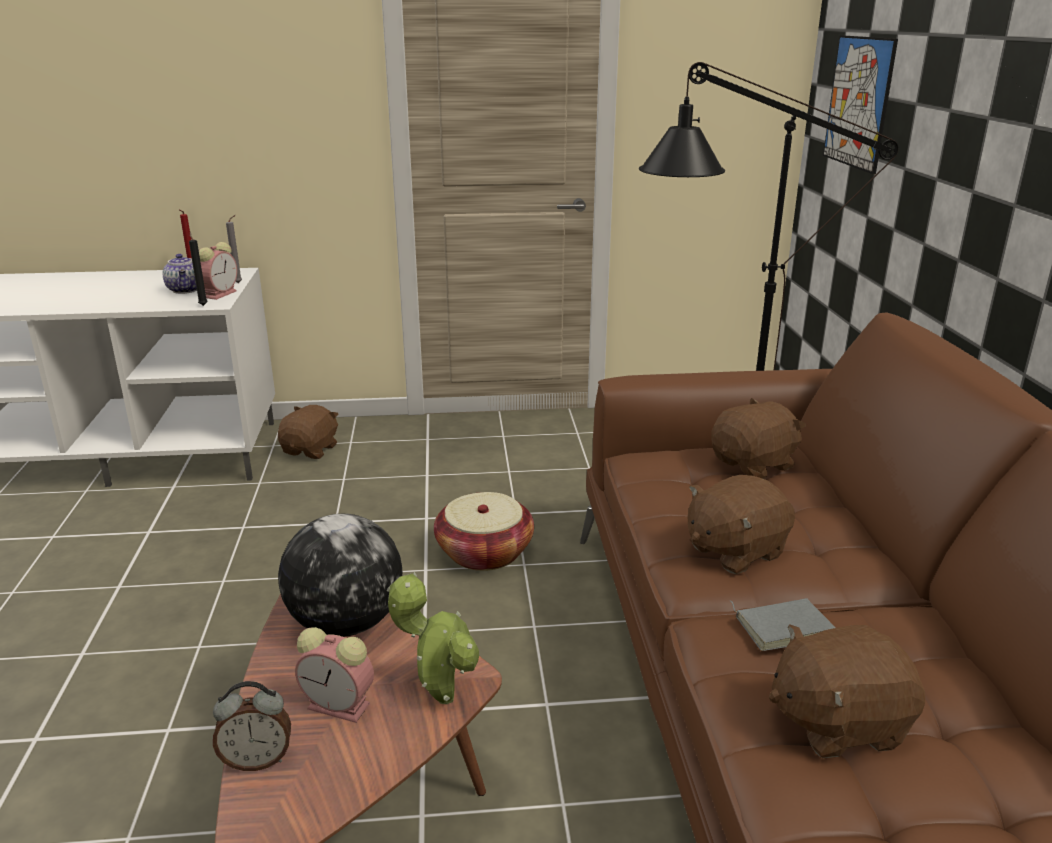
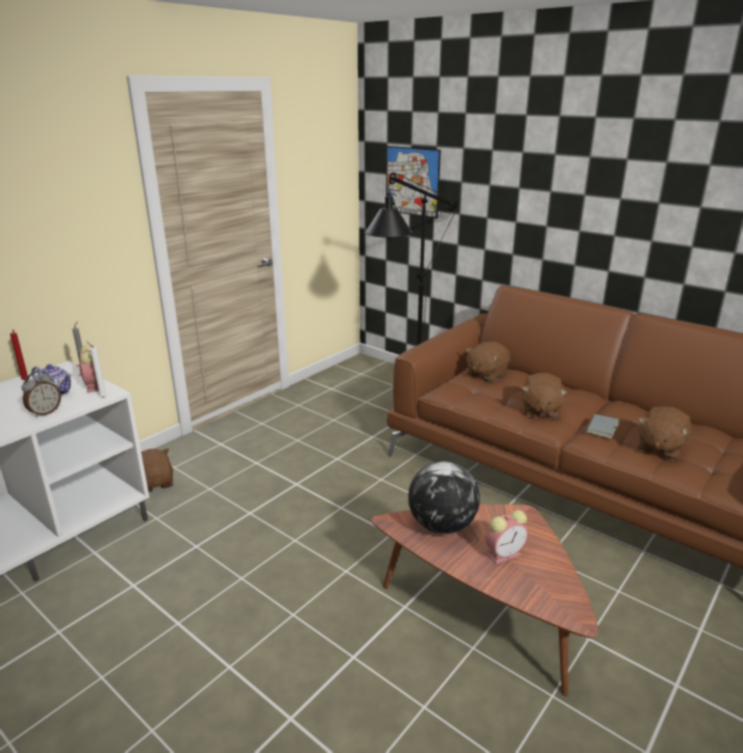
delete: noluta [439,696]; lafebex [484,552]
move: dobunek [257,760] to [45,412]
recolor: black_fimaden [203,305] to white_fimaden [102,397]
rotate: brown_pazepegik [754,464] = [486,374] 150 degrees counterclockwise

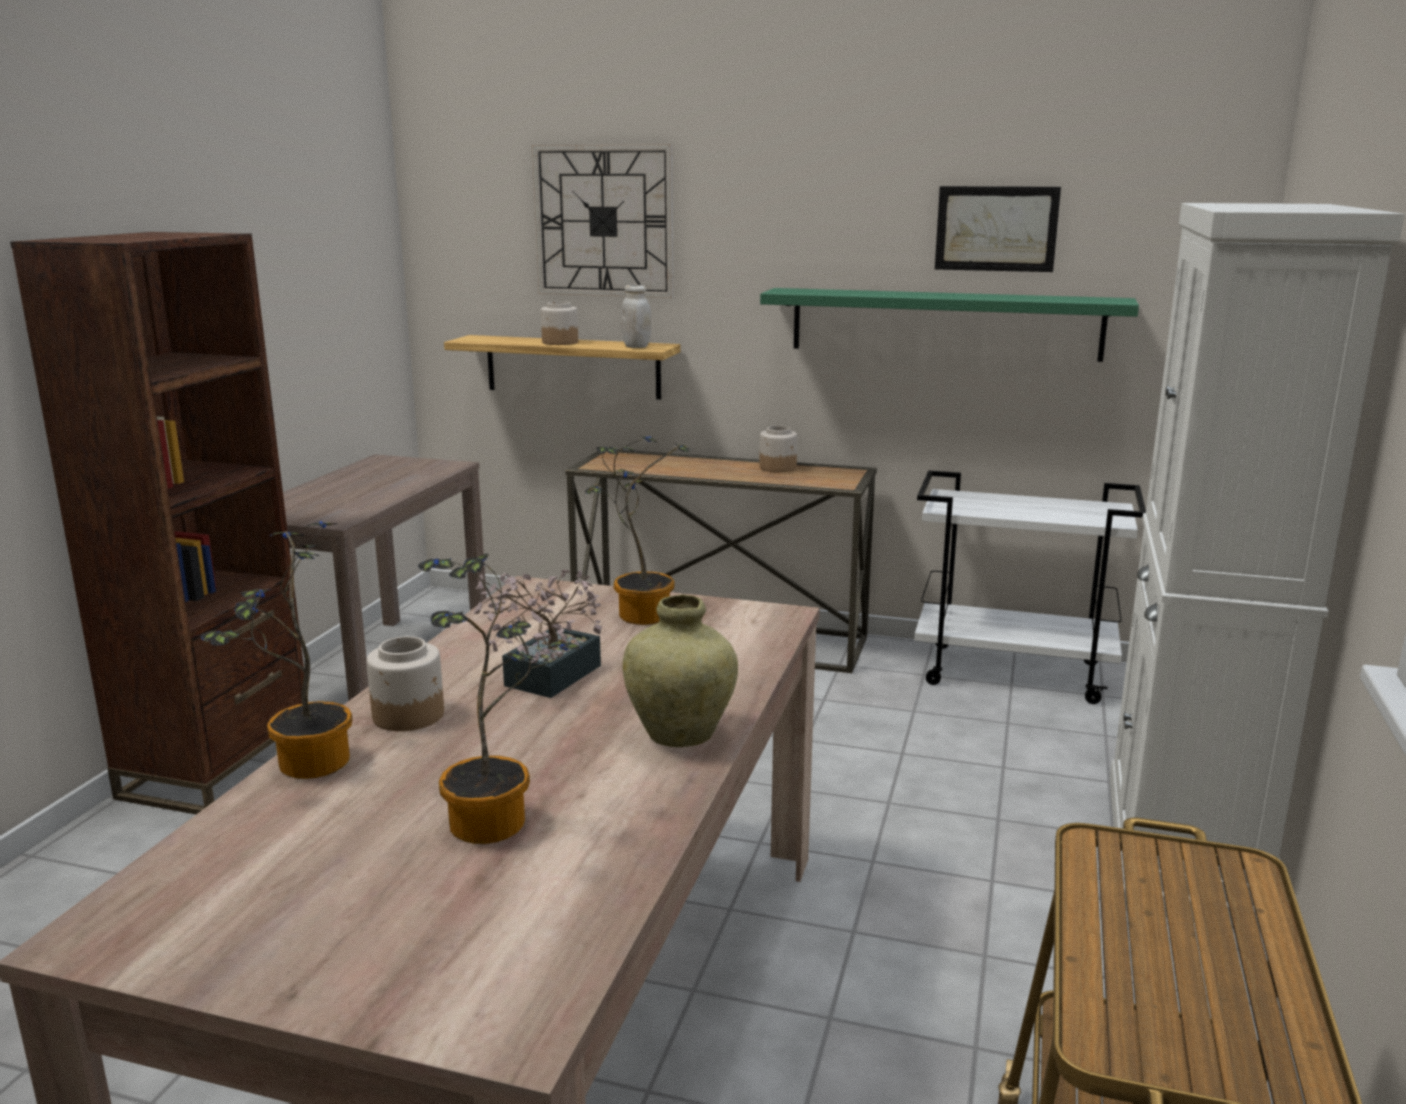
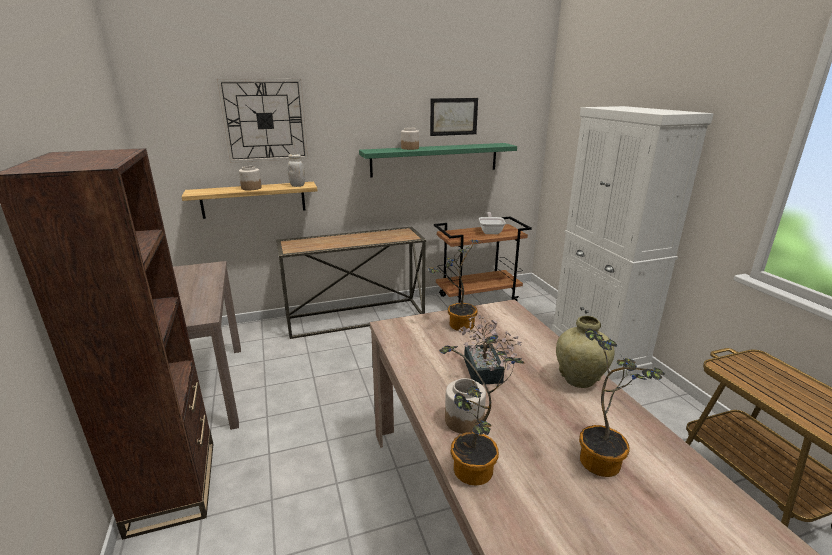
insert: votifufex [491,231]
move: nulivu [778,467] to [410,148]
recolor: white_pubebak [1015,673] to brown_pubebak [478,299]

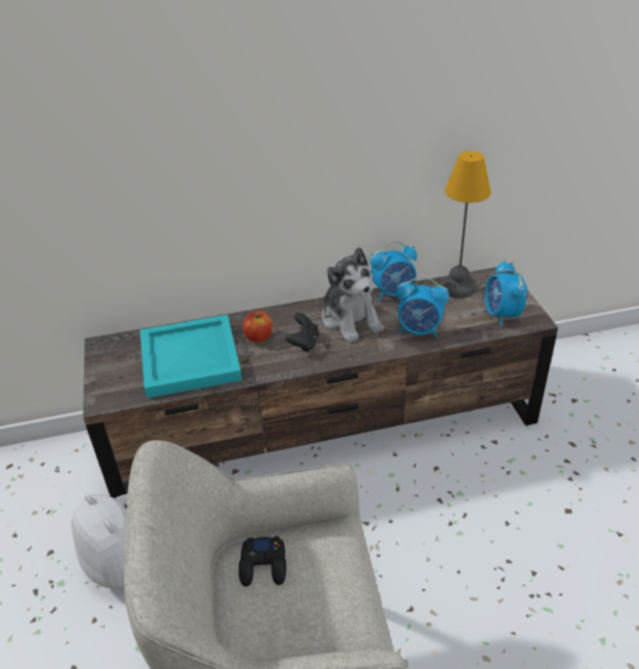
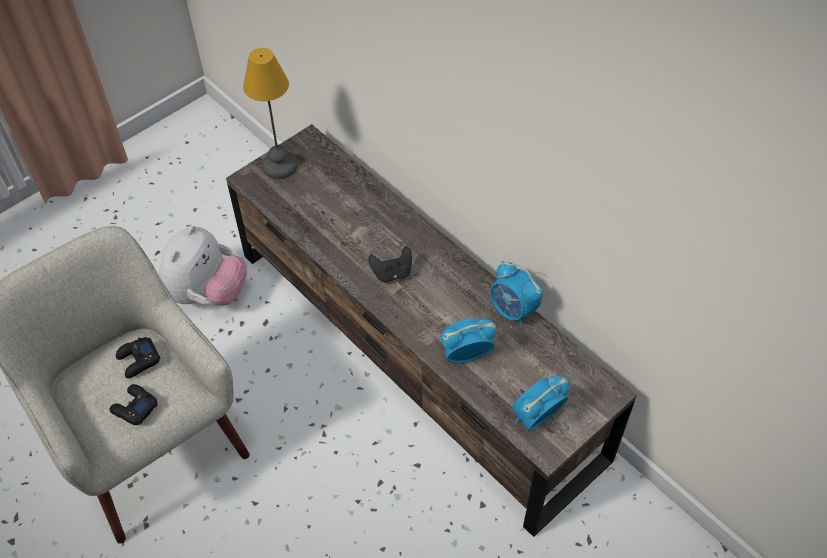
delete: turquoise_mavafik [191,358]; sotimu [258,337]; pazepegik [350,320]
insert: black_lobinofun [134,407]
move: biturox [459,288] to [280,166]
rotate: dobunek [419,330] = [465,355] 90 degrees clockwise

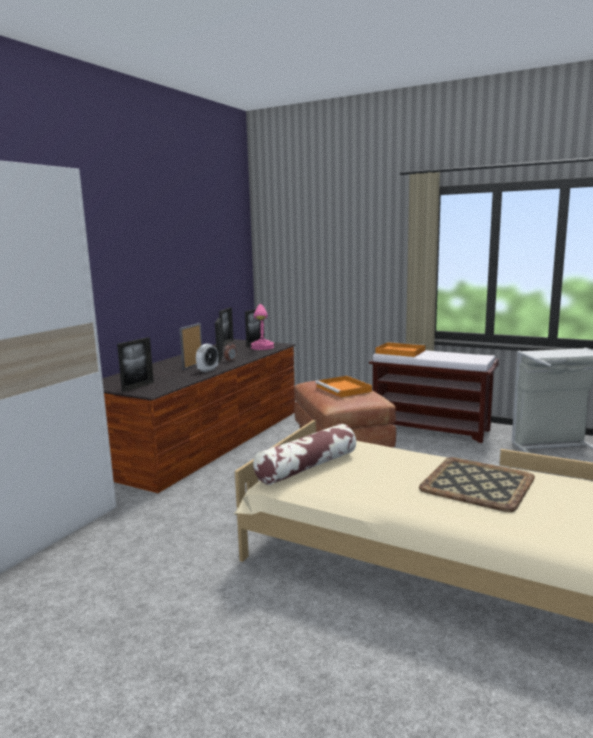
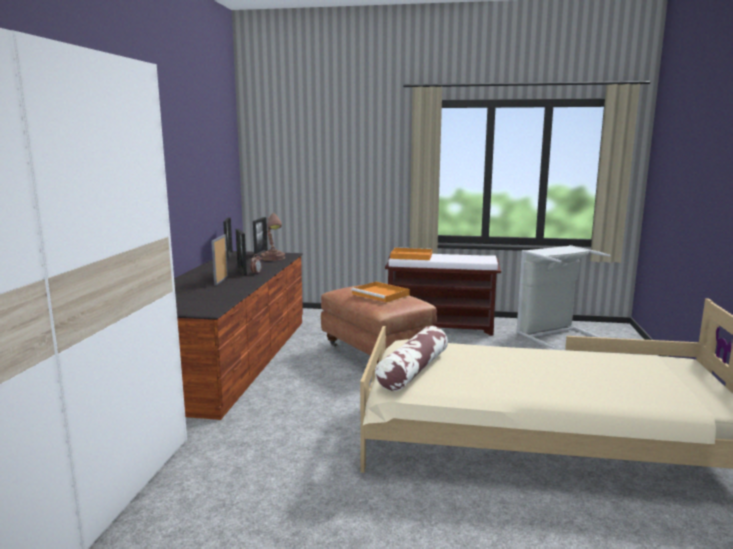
delete: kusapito [138,386]; dobunek [208,370]; mavafik [476,484]
recolor: pink_biturox [262,348] to brown_biturox [273,258]

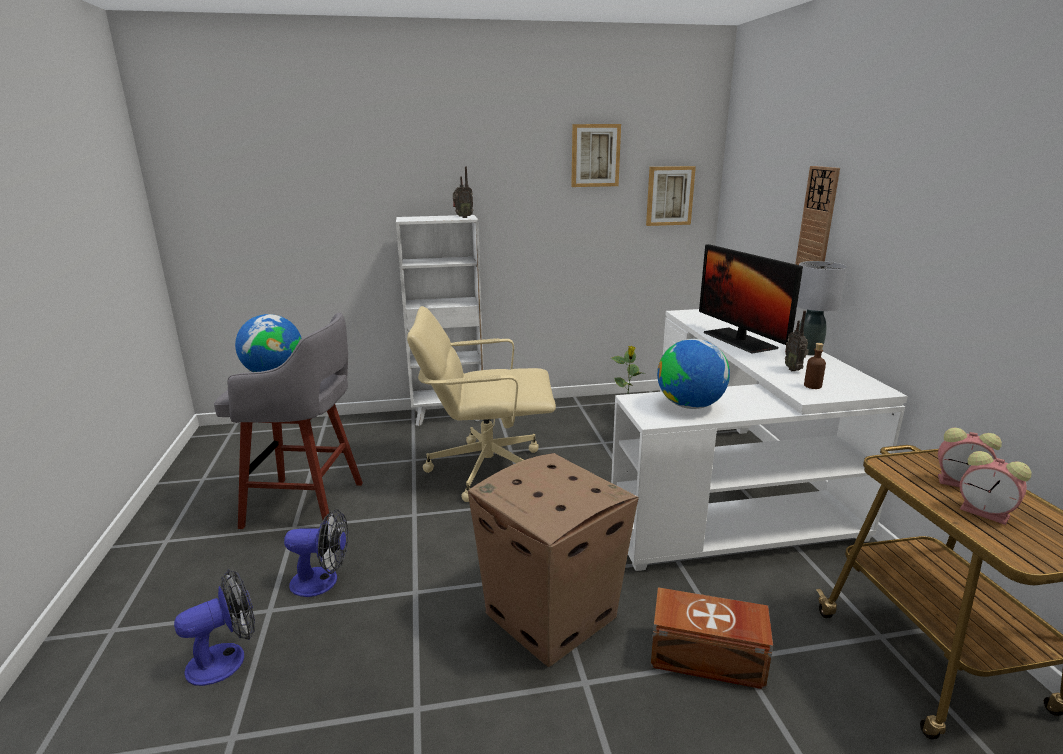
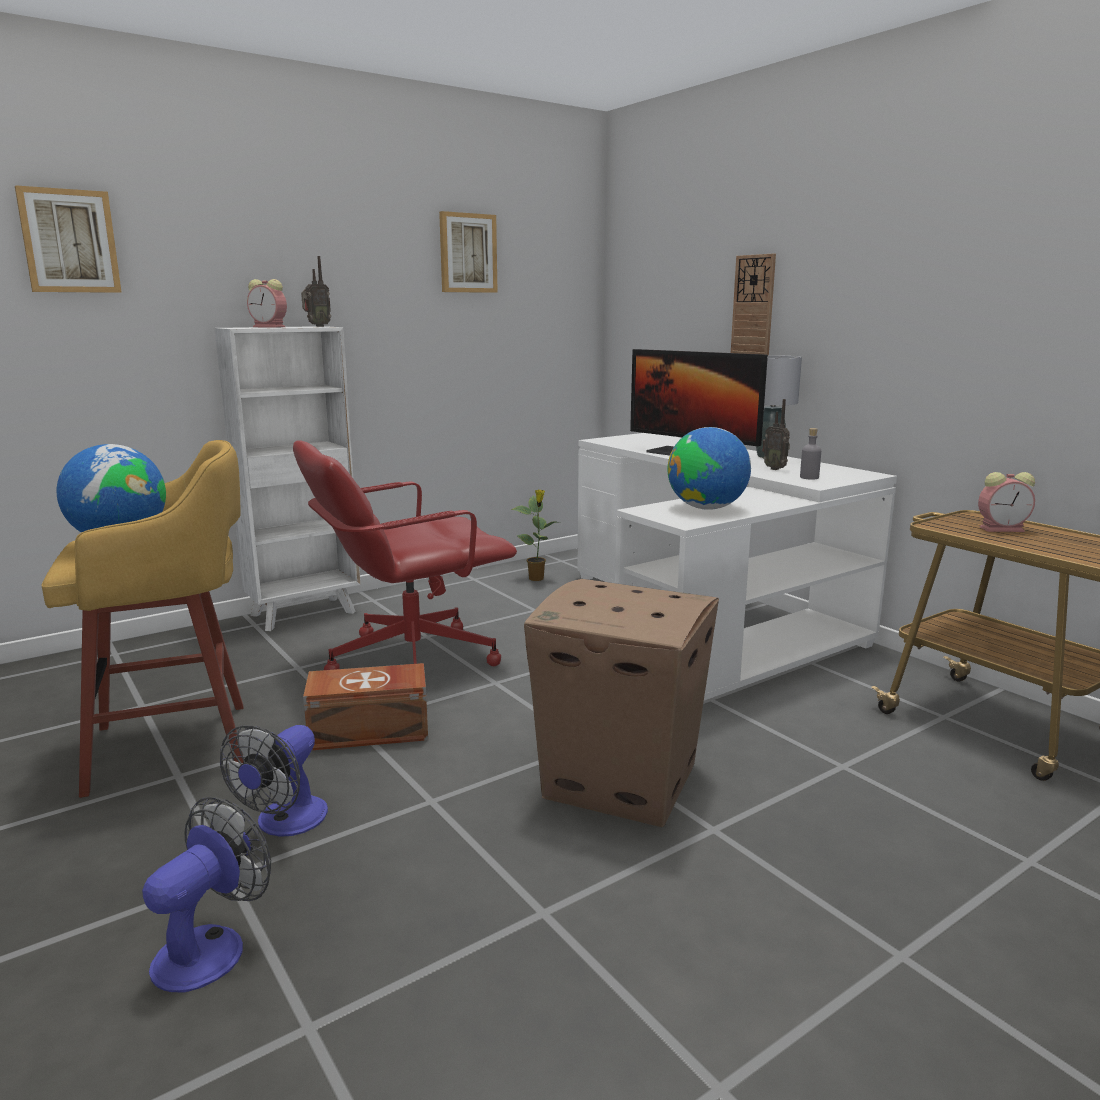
move: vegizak [669,196] to [69,241]; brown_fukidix [708,658] to [371,732]; dobunek [986,513] to [270,327]
recolor: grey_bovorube [308,505] to yellow_bovorube [177,746]; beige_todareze [486,469] to red_todareze [410,659]; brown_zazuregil [812,386] to grey_zazuregil [809,477]
rotate: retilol [322,582] = [284,823] 135 degrees clockwise

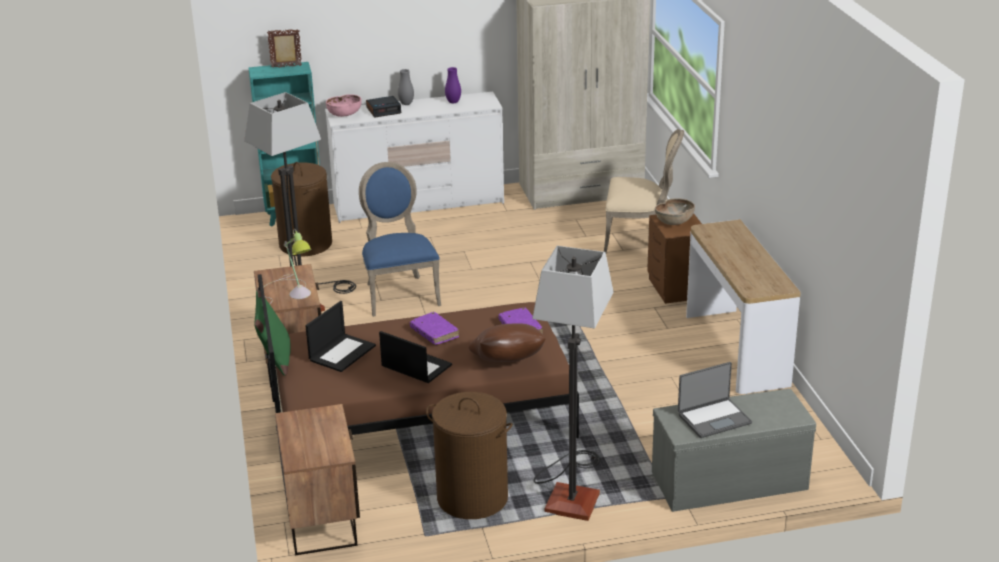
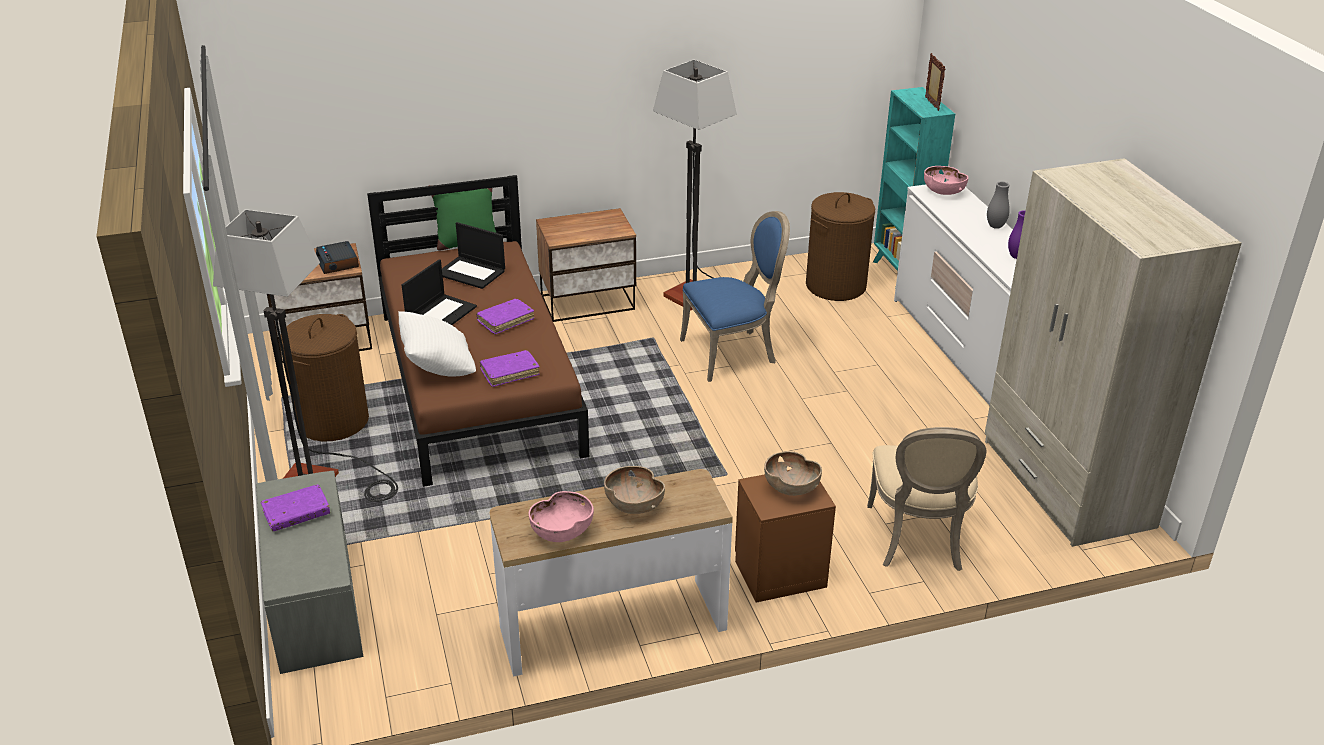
delete: biturox [292,291]
insert: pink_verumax [562,532]; brown_verumax [633,505]
move: dobunek [384,110] to [338,263]
replace: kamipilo [713,418] to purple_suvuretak [297,513]
recolor: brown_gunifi [507,363] to white_gunifi [438,368]

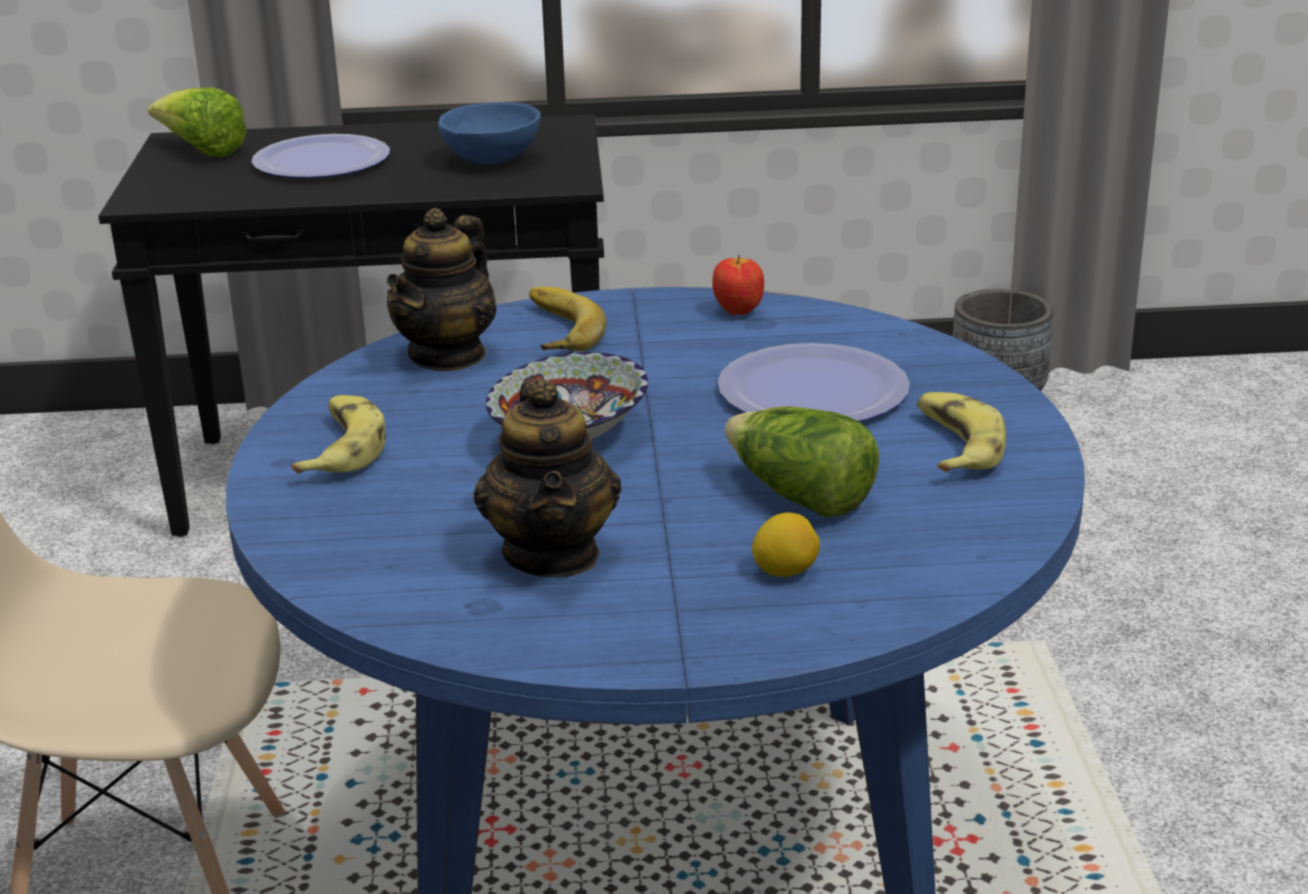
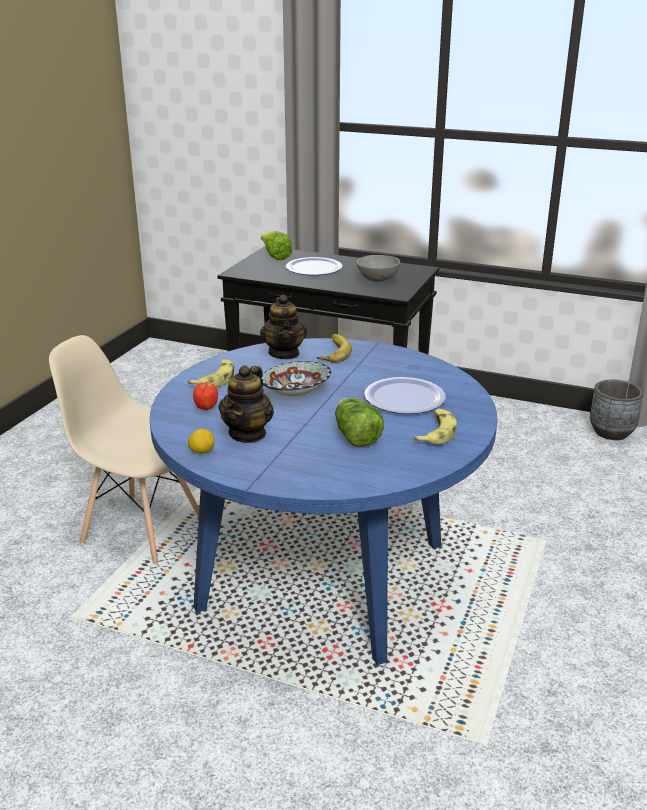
move: sotimu [737,312] to [206,408]; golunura [785,571] to [202,452]
recolor: blue_verumax [493,161] to grey_verumax [378,280]
rotate: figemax [448,355] = [284,353] 60 degrees counterclockwise

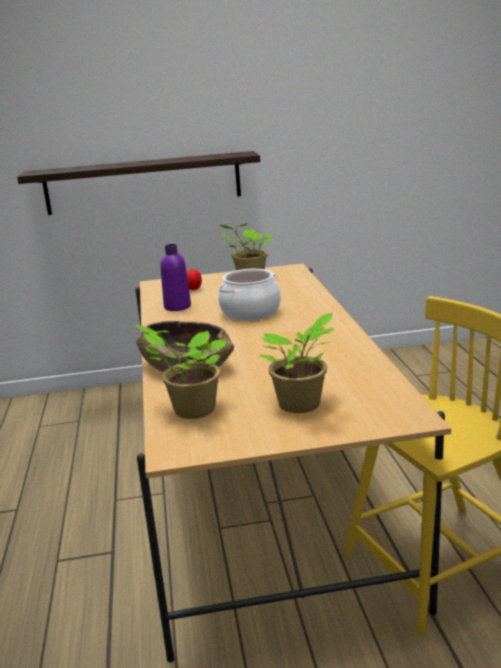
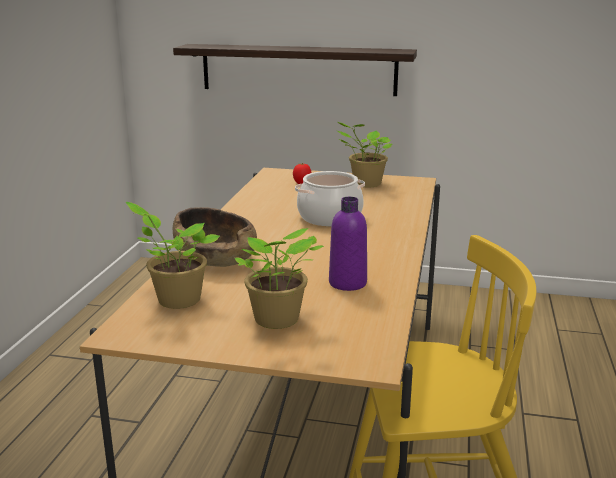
move: purple_zazuregil [177,307] to [347,283]

